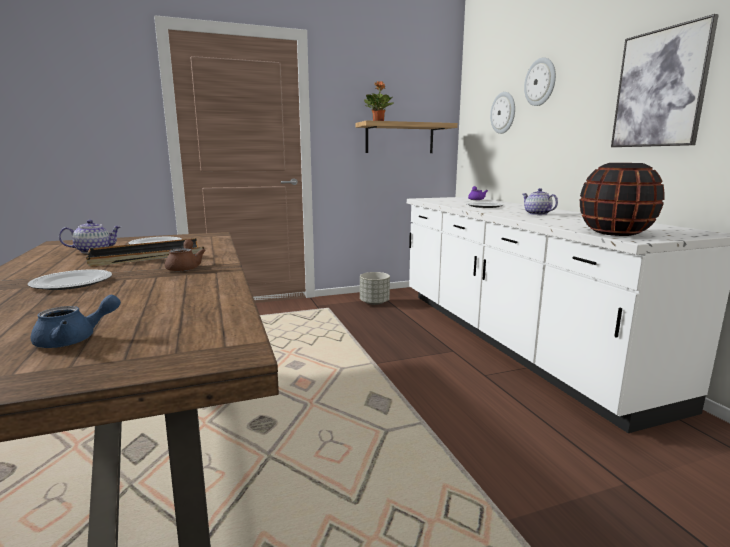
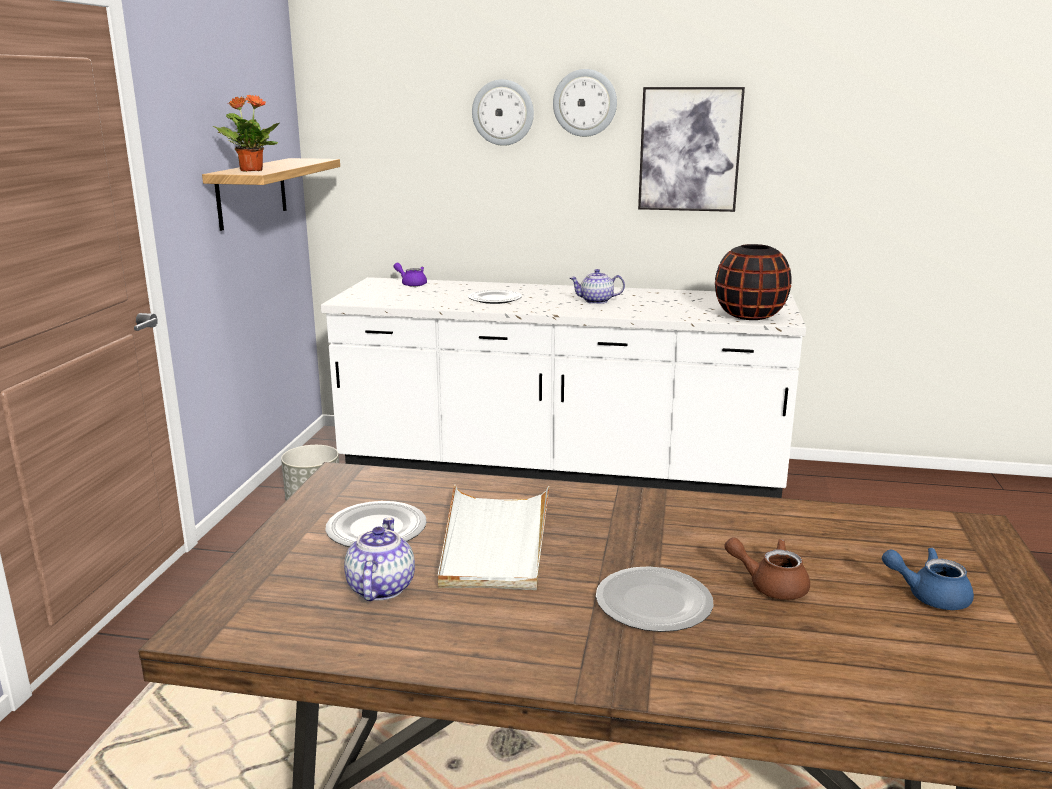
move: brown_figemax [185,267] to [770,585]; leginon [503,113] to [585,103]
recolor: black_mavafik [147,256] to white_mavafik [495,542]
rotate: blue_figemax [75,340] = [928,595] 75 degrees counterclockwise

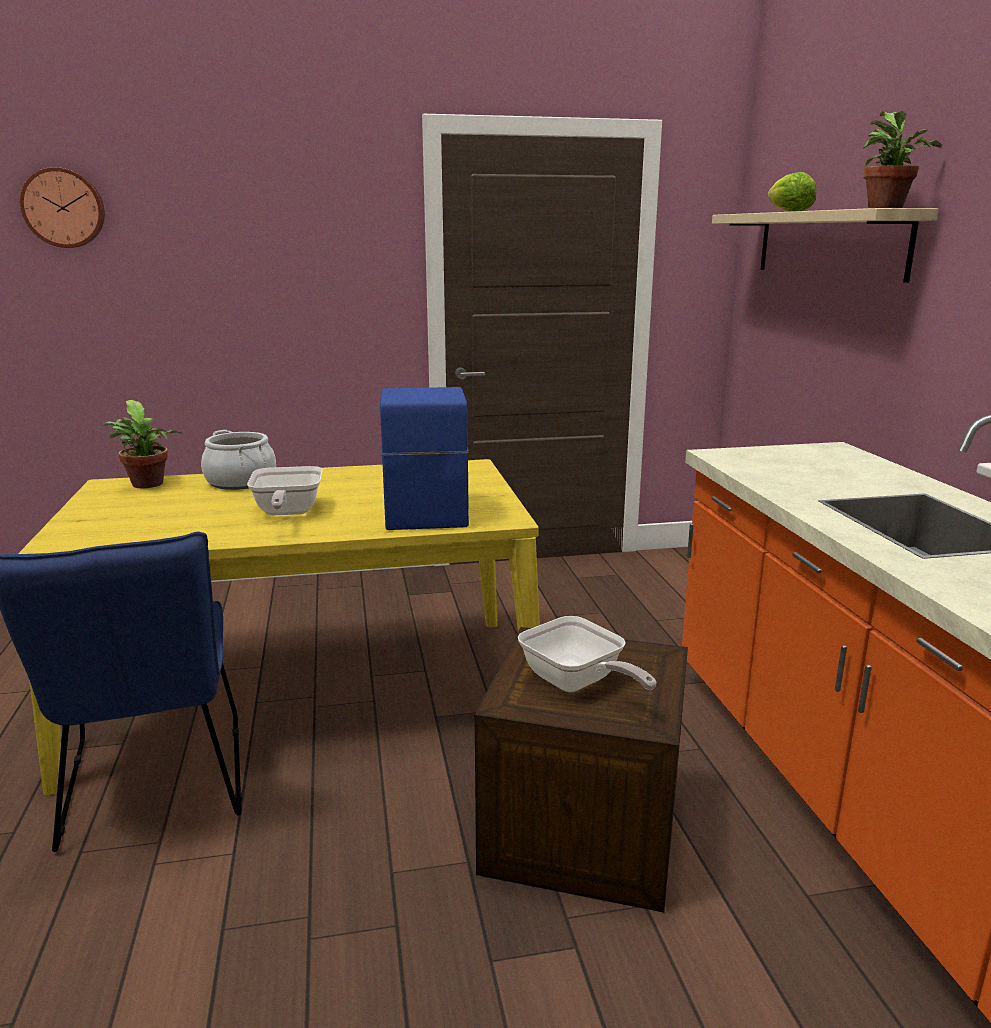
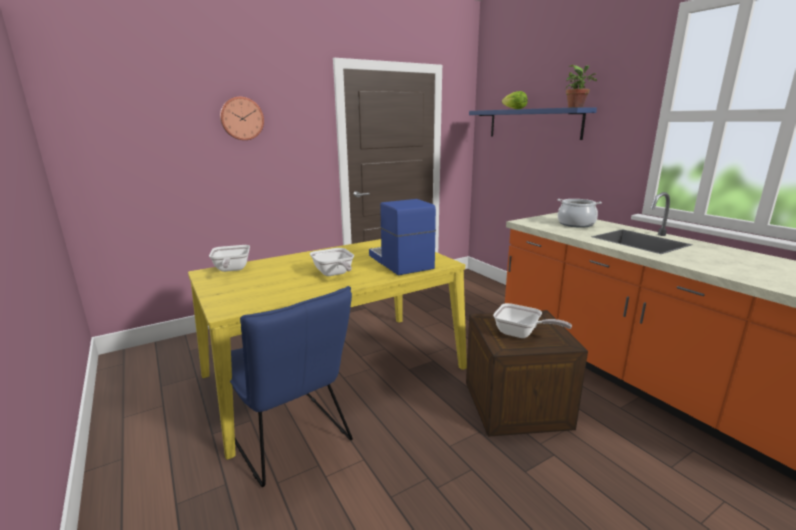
move: leginon [64,208] to [241,118]; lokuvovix [240,482] to [576,224]
replace: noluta [148,485] to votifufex [231,270]
recolor: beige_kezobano [828,244] to blue_kezobano [533,123]

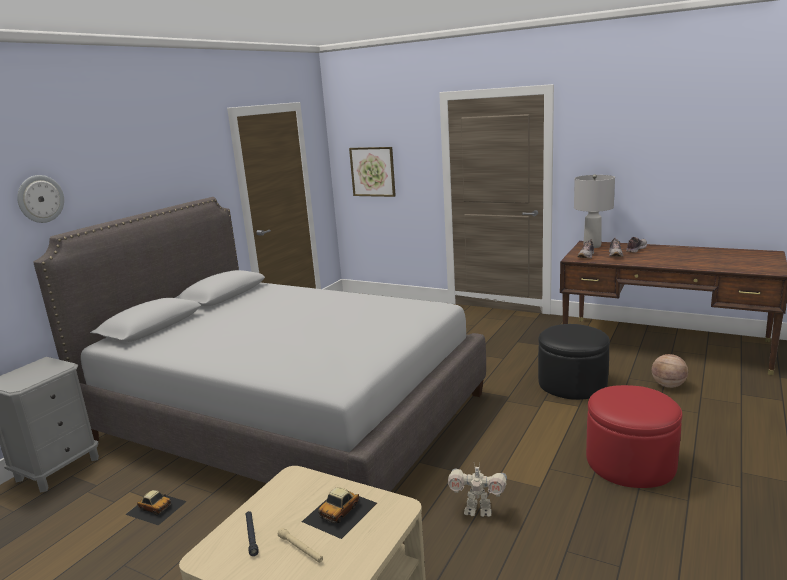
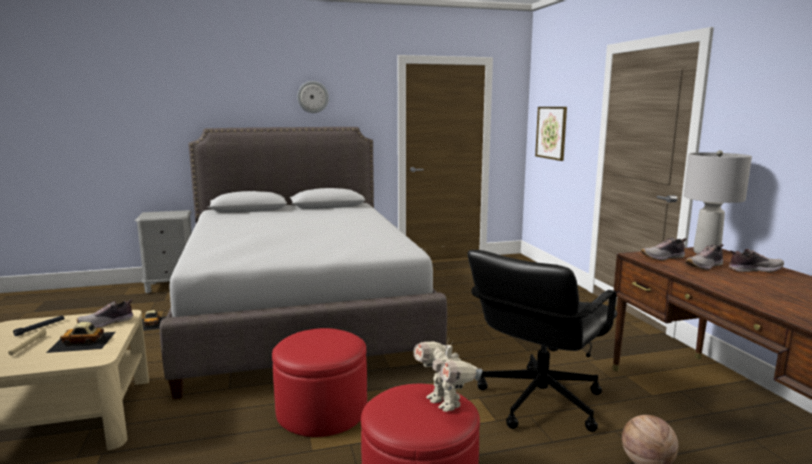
insert: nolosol [107,323]; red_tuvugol [322,411]
move: leginon [40,199] to [313,97]; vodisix [478,510] to [445,402]
replace: black_tuvugol [572,384] to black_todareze [538,401]

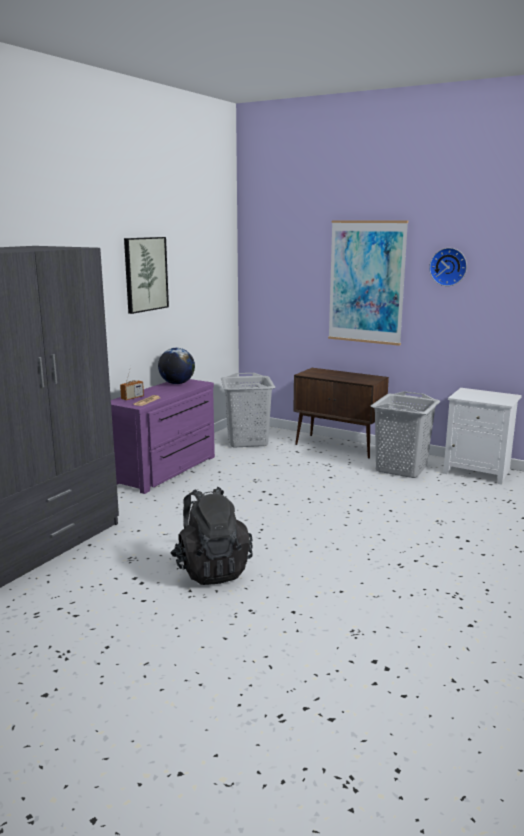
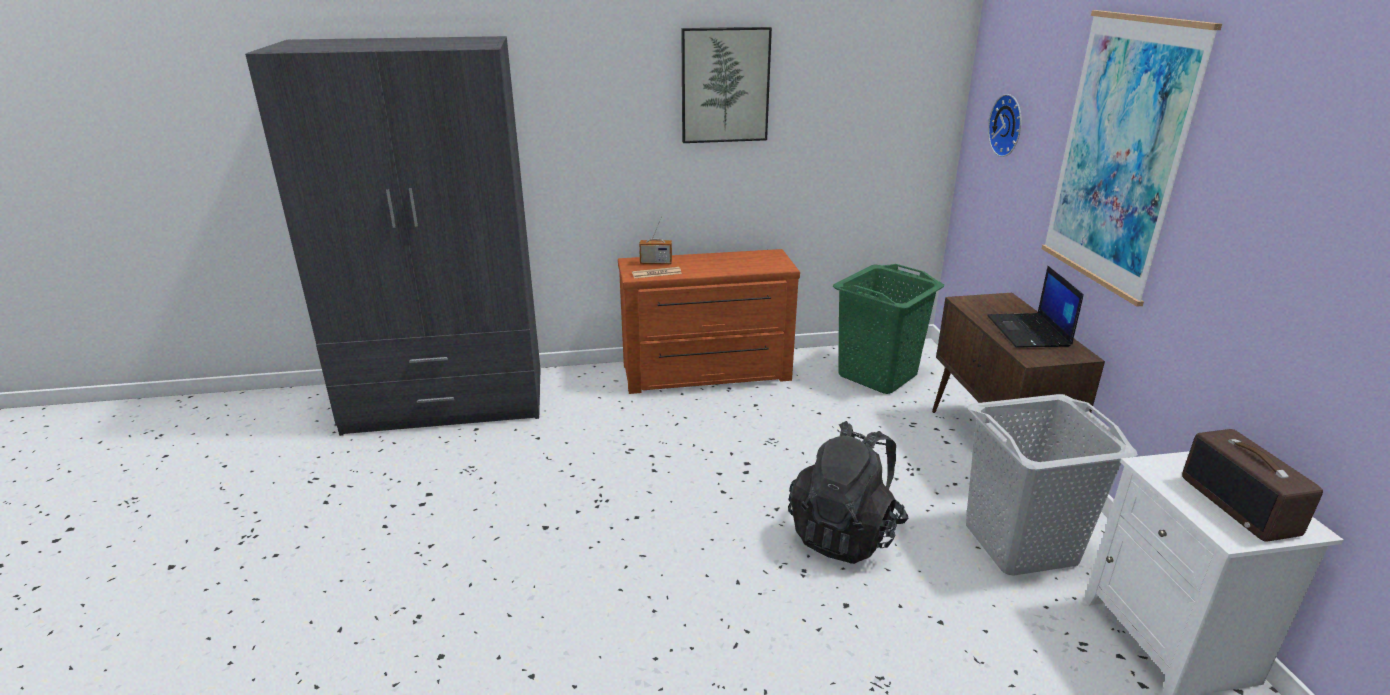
delete: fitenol [177,383]
insert: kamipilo [1029,332]; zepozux [1240,506]
move: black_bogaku [211,570] to [845,533]; leginon [448,266] to [1009,125]
recolor: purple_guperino [167,470] to brown_guperino [707,374]; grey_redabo [247,441] to green_redabo [876,375]

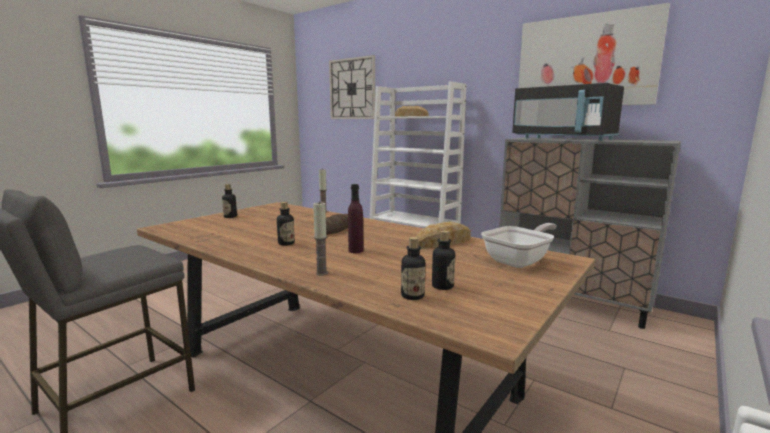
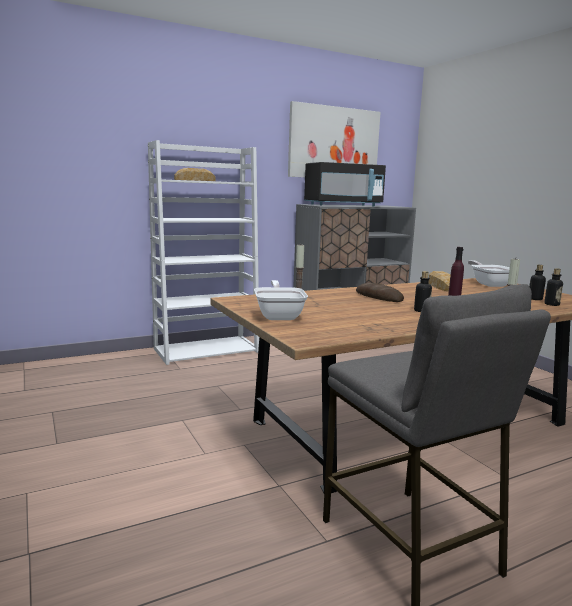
delete: leginon [352,89]
replace: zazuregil [230,216] to votifufex [279,315]

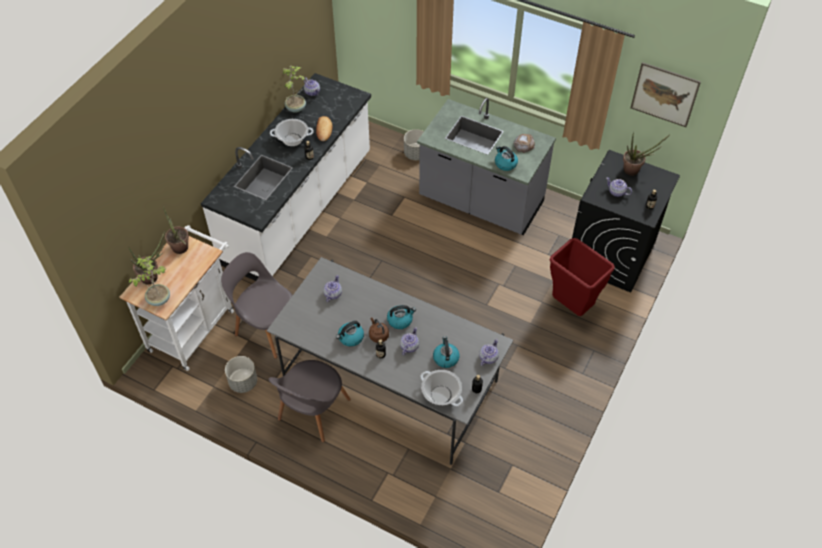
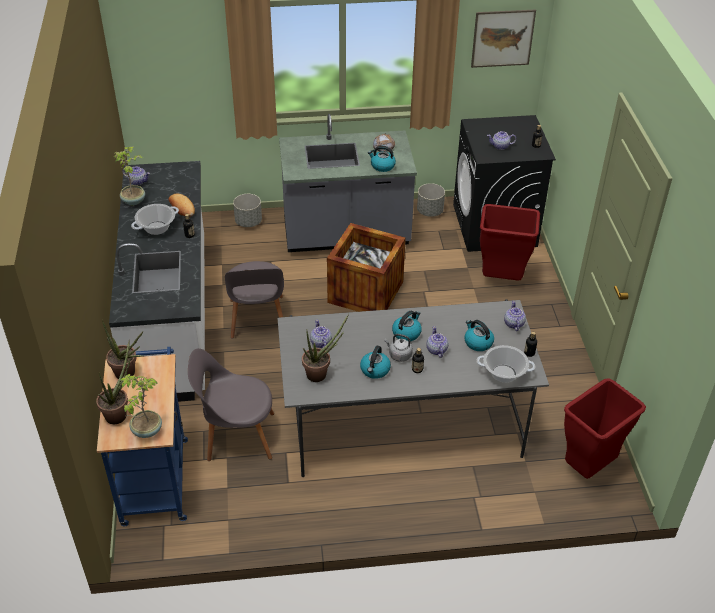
insert: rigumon [365,292]; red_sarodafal [588,469]
move: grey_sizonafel [243,382] to [430,211]; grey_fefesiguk [312,412] to [257,319]; noluta [634,171] to [320,373]
recolor: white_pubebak [194,326] to blue_pubebak [154,475]; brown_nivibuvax [378,335] to grey_nivibuvax [399,355]

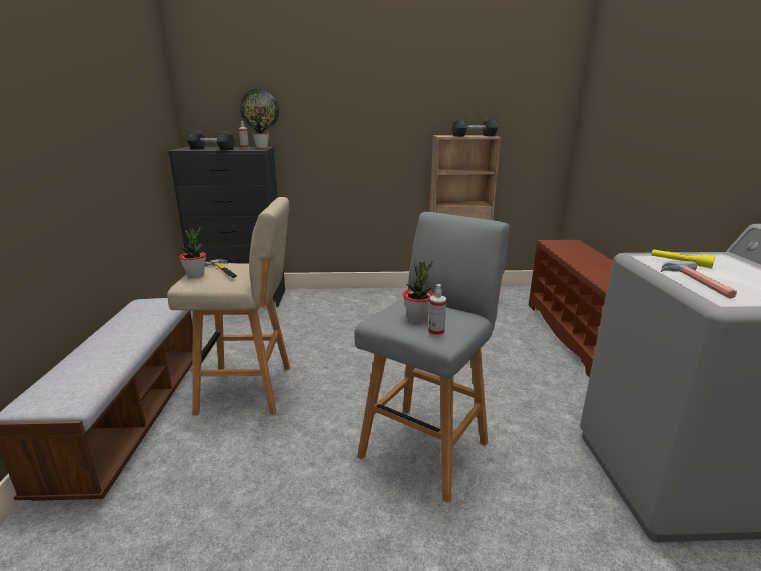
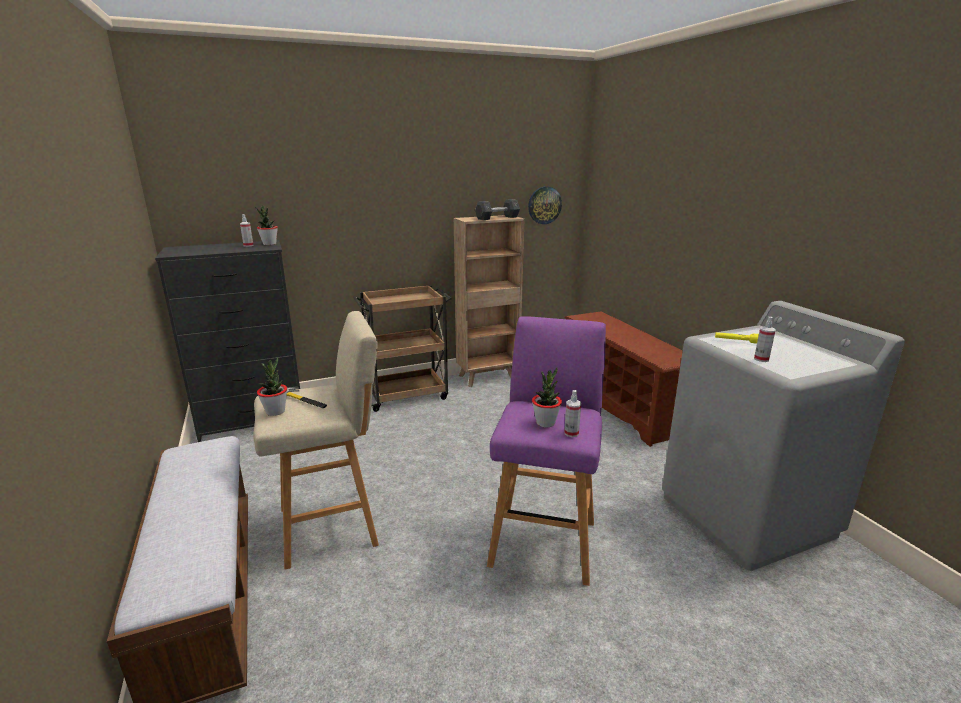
delete: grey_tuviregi [212,149]
insert: brown_pubebak [407,395]
move: leginon [259,109] to [544,205]
replace: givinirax [696,282] to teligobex [761,359]
recolor: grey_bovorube [426,447] to purple_bovorube [544,540]

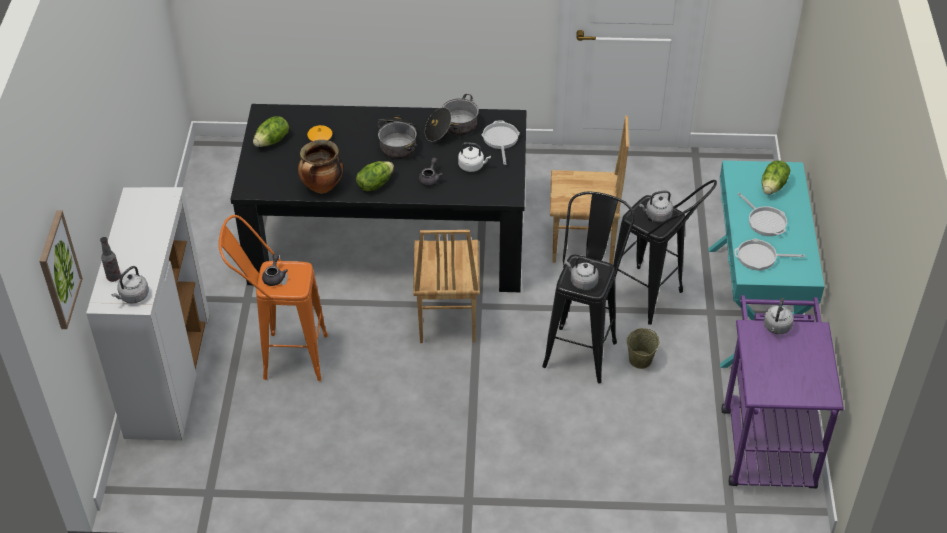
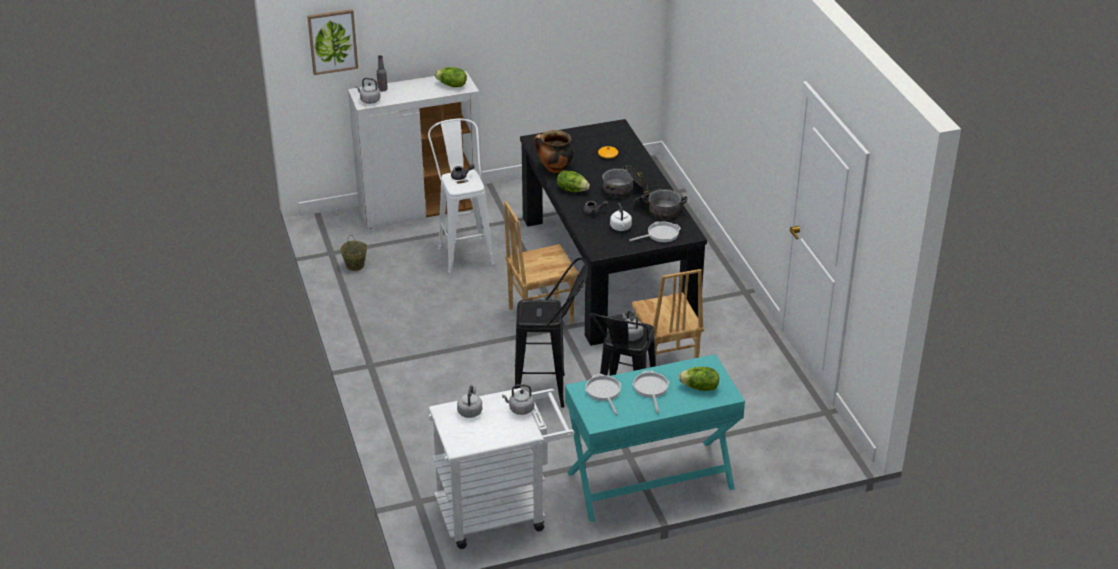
move: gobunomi [272,141] to [452,85]; grey_nivibuvax [582,282] to [470,411]; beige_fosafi [640,360] to [355,266]
recolor: orange_bovorube [283,356] to white_bovorube [463,251]; purple_pubebak [766,438] to white_pubebak [501,511]
rotate: votifufex [765,221] = [651,389] 135 degrees clockwise

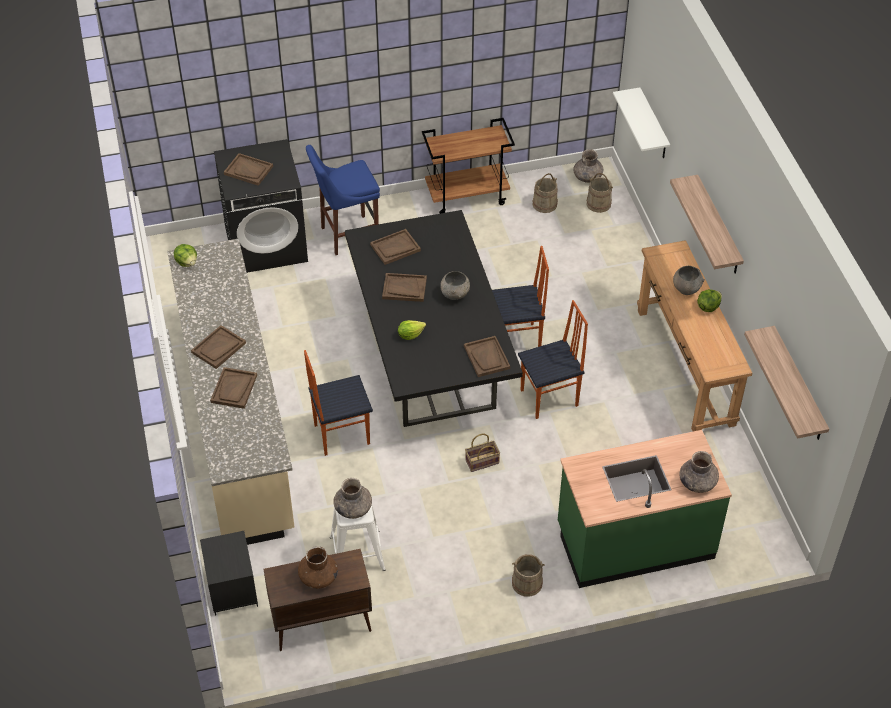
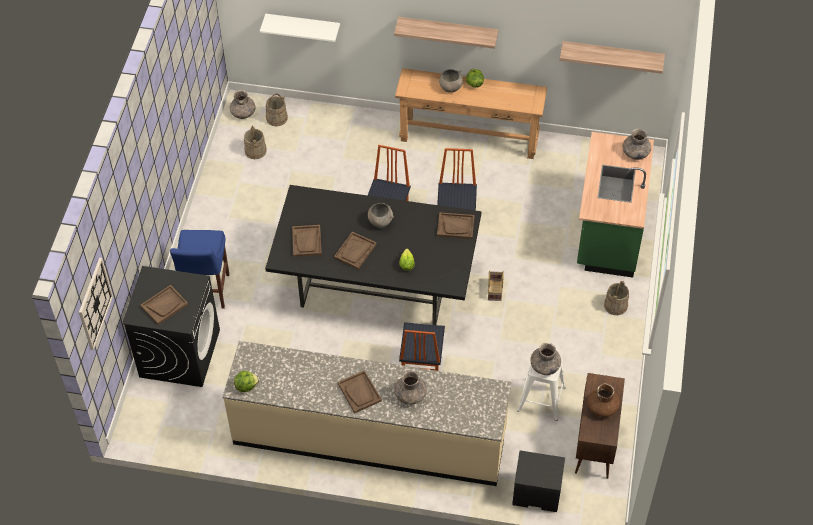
delete: brown_pubebak [467,196]
insert: leginon [95,303]
replace: brown_mavafik [234,389] to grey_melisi [410,395]

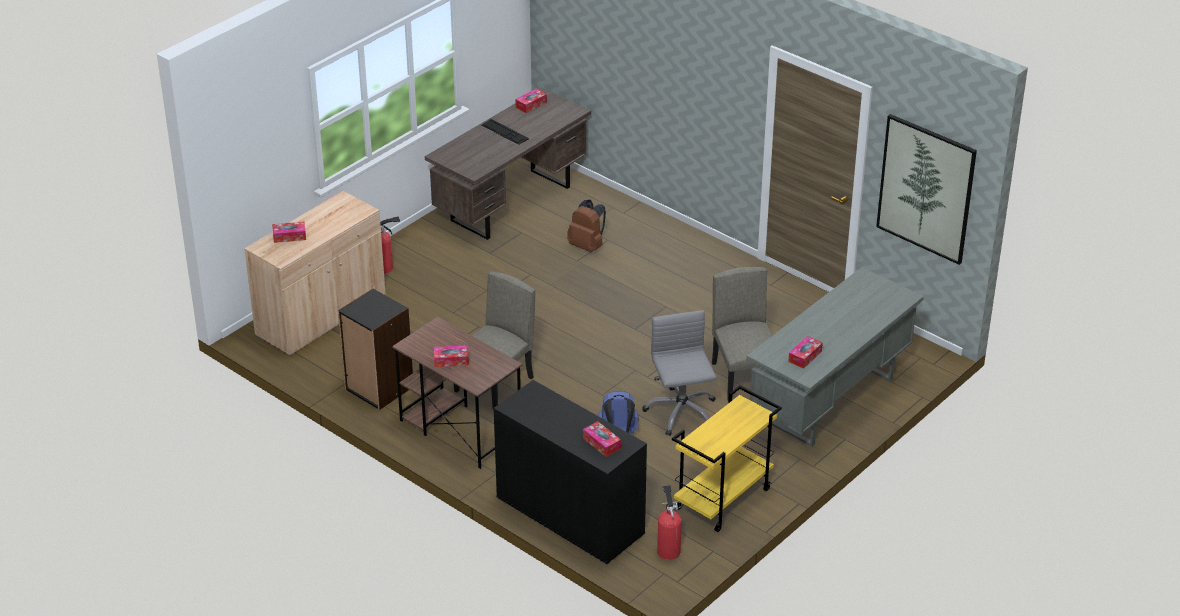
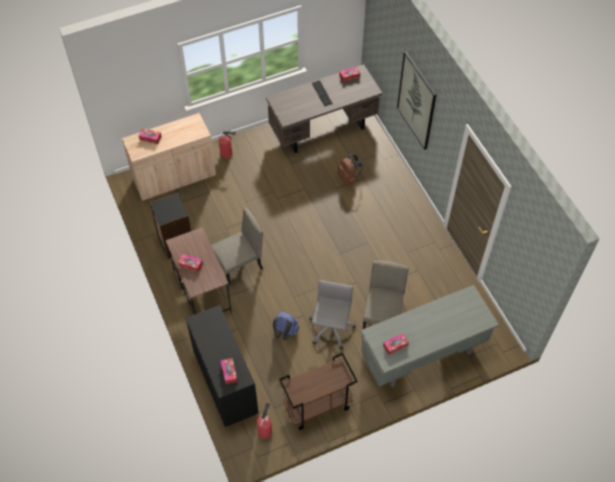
move: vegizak [926,188] to [416,101]
recolor: yellow_pubebak [723,500] to brown_pubebak [317,406]

